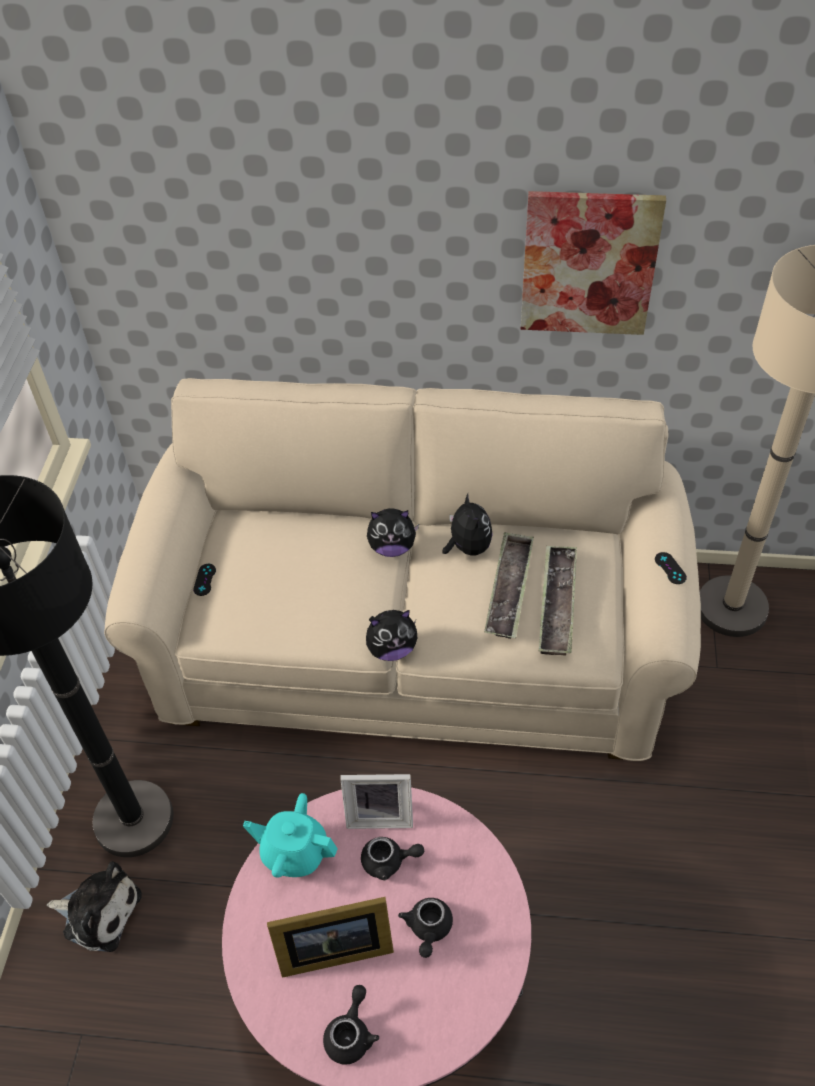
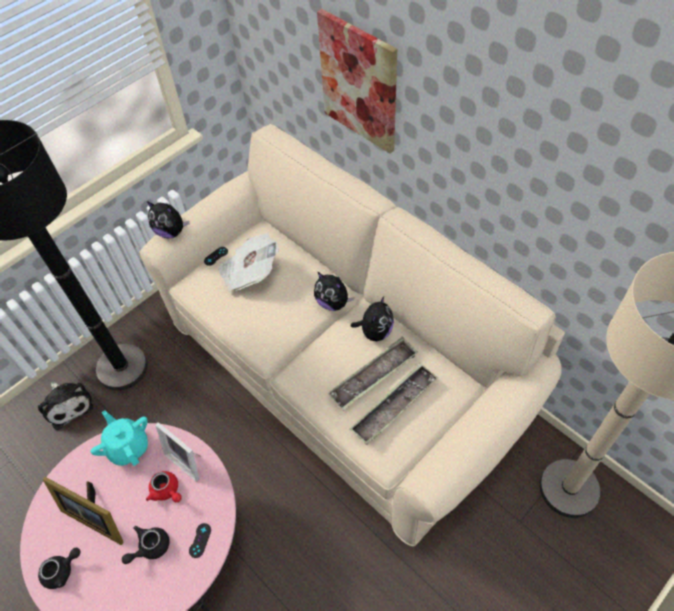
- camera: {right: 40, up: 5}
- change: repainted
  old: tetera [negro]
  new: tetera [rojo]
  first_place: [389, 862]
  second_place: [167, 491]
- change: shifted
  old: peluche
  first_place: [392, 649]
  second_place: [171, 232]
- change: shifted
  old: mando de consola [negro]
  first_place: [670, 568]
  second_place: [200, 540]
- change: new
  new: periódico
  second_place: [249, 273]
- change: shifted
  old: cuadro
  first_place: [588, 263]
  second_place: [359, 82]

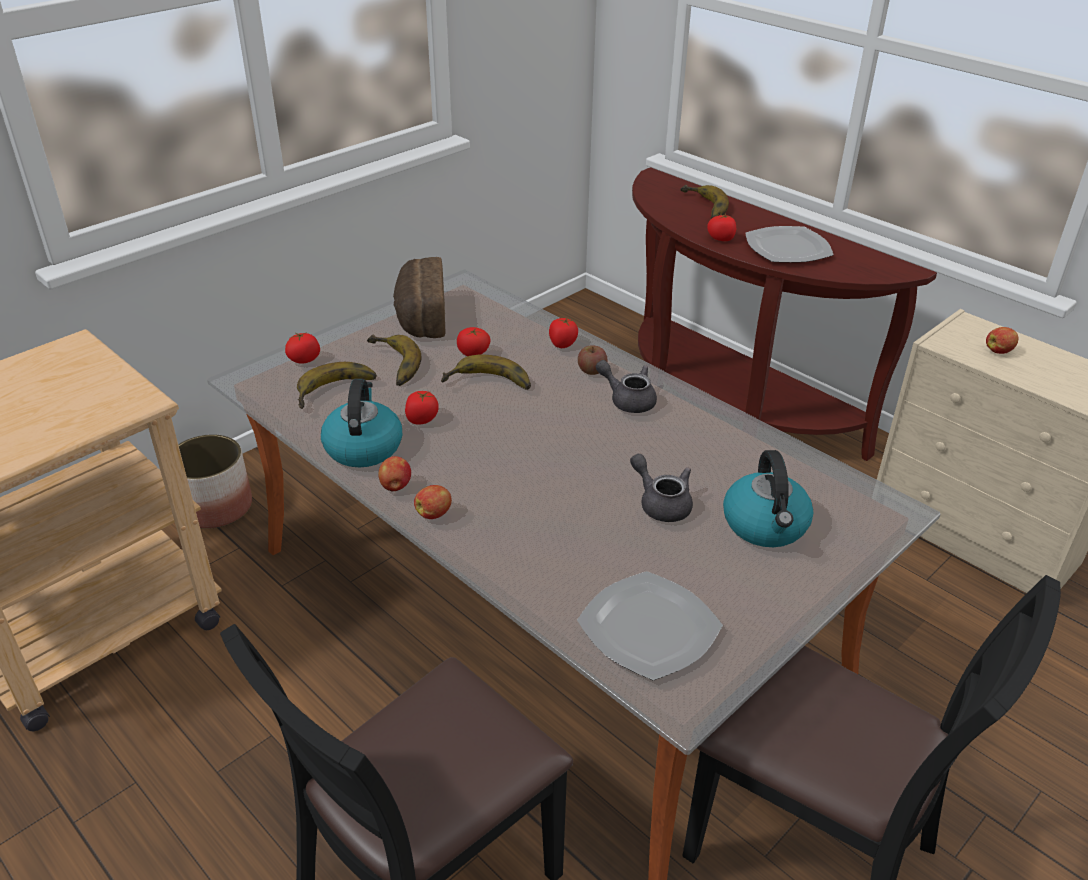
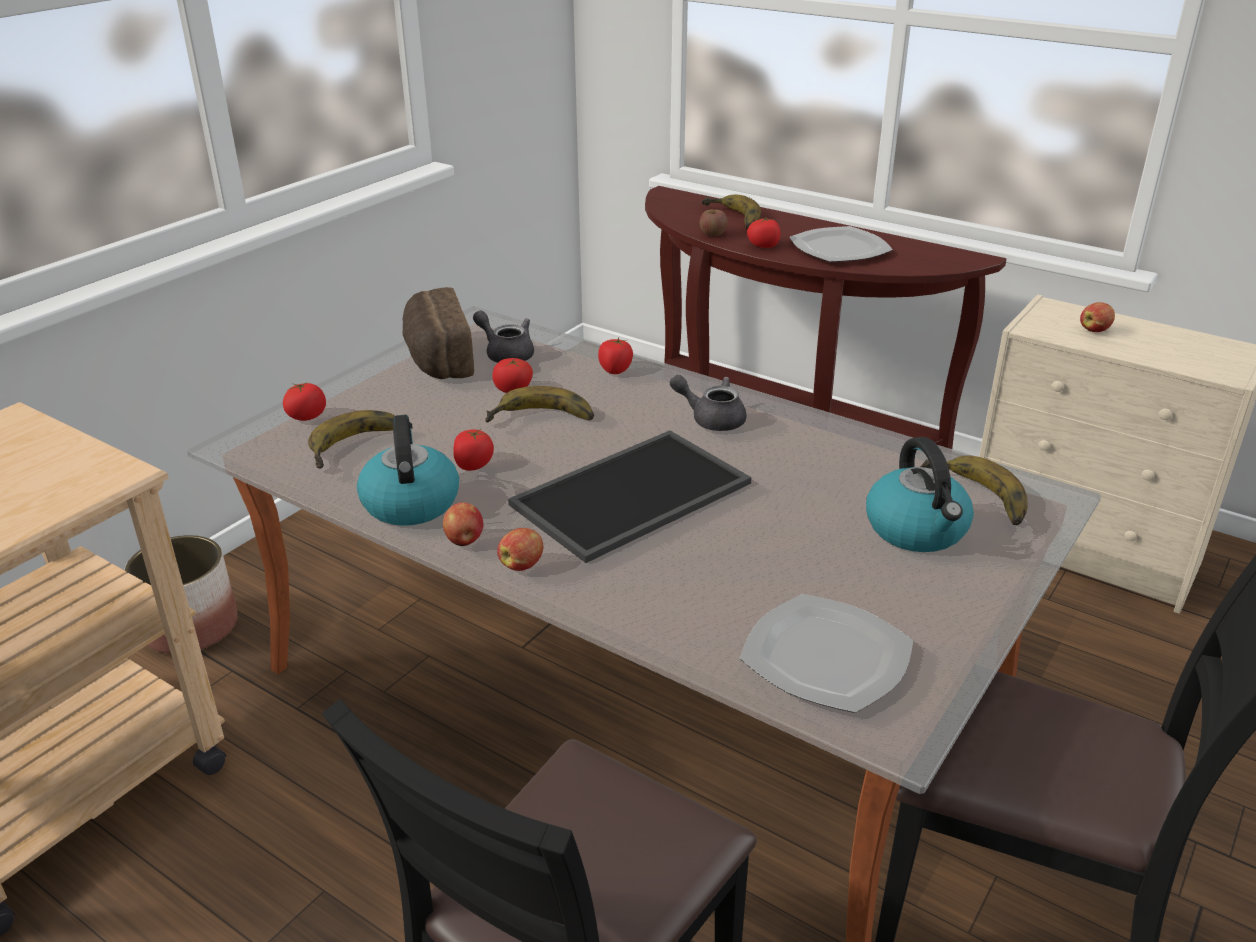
- camera: {right: -10, up: -5}
- change: shifted
  old: tetera [gris]
  first_place: [661, 503]
  second_place: [506, 354]
- change: new
  new: bandeja
  second_place: [632, 496]
- change: shifted
  old: manzana
  first_place: [592, 370]
  second_place: [713, 234]
- change: shifted
  old: plátano
  first_place: [390, 365]
  second_place: [973, 498]

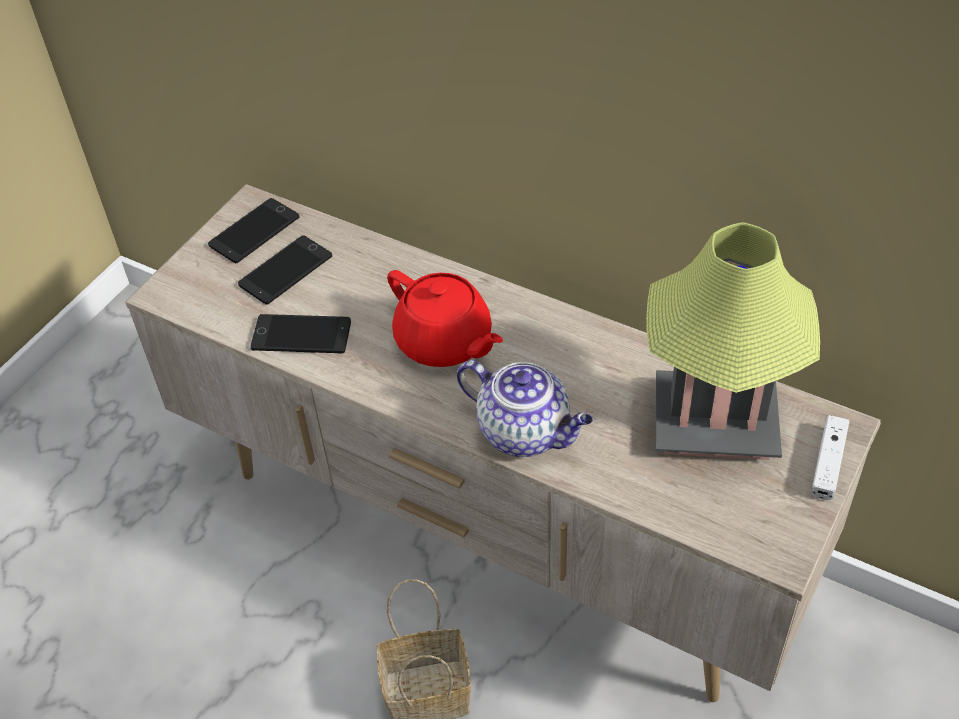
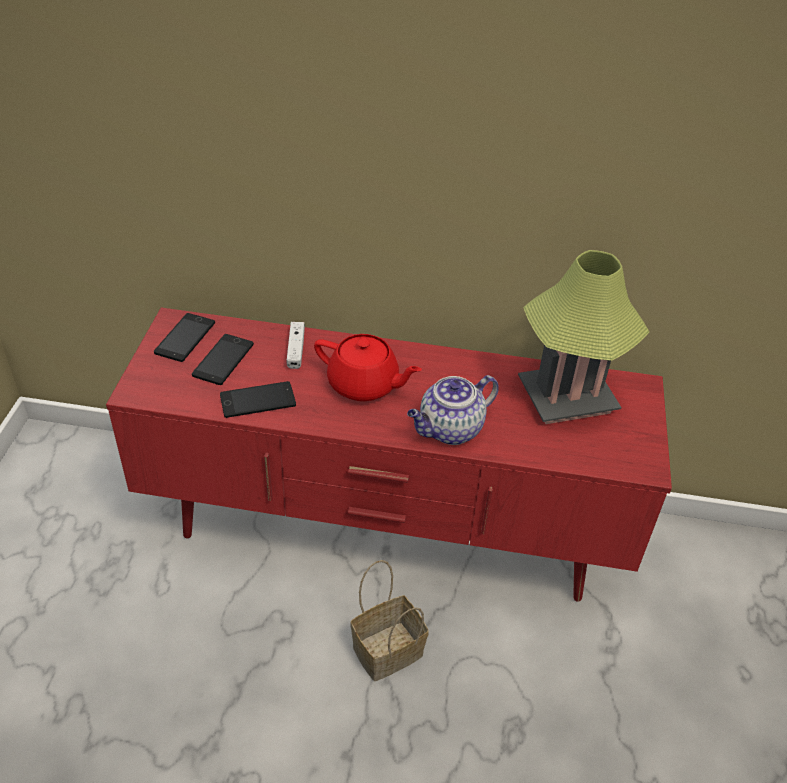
- camera: {right: -25, up: -5}
- change: repainted
  old: mueble de televisión [beis]
  new: mueble de televisión [rojo]
  first_place: [490, 536]
  second_place: [385, 534]
- change: shifted
  old: mando de consola [blanco]
  first_place: [828, 463]
  second_place: [296, 350]
- change: rotated
  old: tetera
  first_place: [526, 432]
  second_place: [450, 430]
  degrees: 135

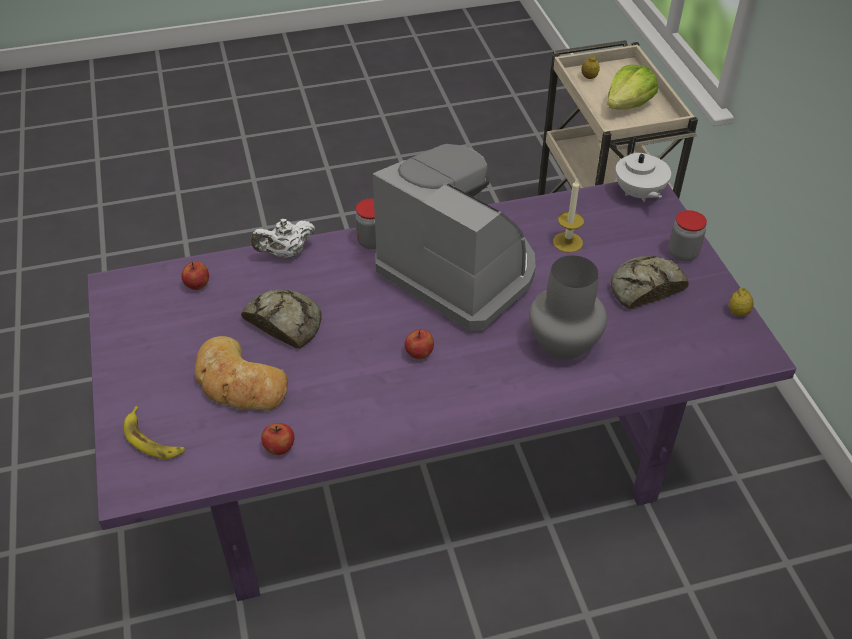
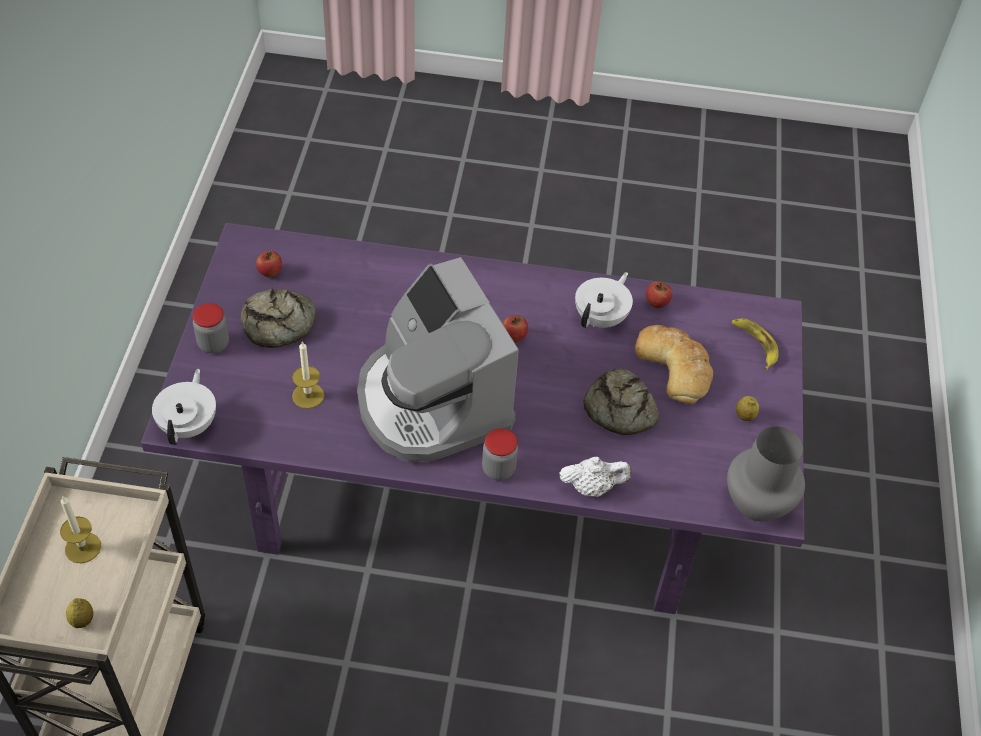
- camera: {right: -160, up: 5}
- change: swapped
  old: lechuga
  new: vela
  first_place: [628, 105]
  second_place: [83, 547]
- change: shifted
  old: manzana
  first_place: [197, 285]
  second_place: [270, 273]
- change: new
  new: tetera [blanco]
  second_place: [601, 318]
- change: shifted
  old: florero [gris]
  first_place: [564, 342]
  second_place: [756, 503]
- change: shifted
  old: limón
  first_place: [738, 312]
  second_place: [744, 416]

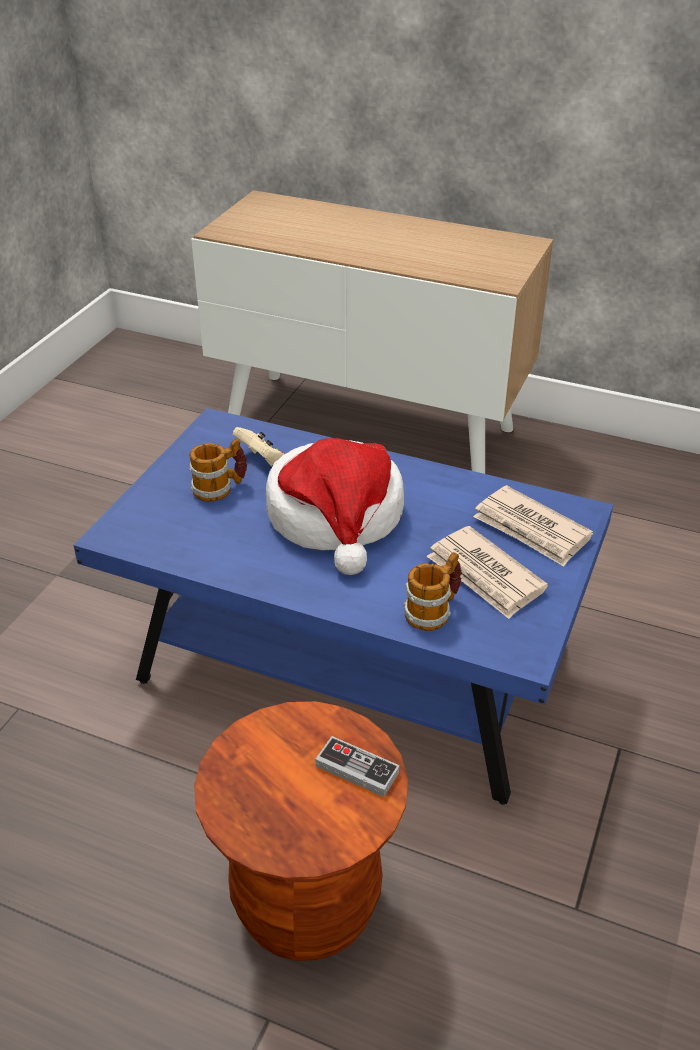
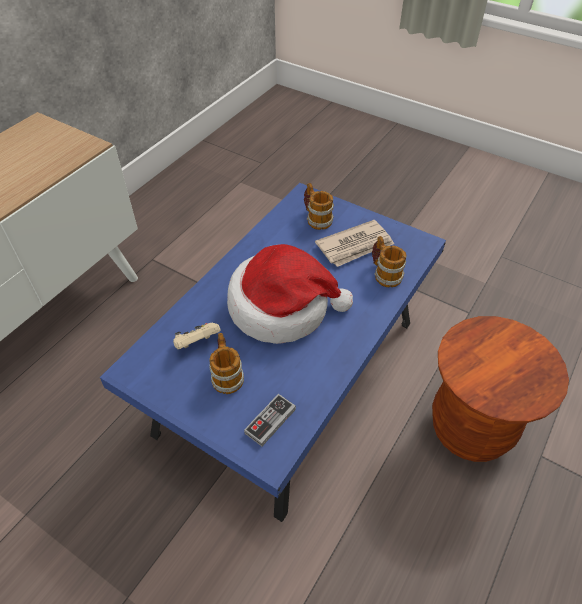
- camera: {right: -80, up: 10}
- change: shifted
  old: mando de consola
  first_place: [357, 769]
  second_place: [270, 421]
- change: swapped
  old: periódico
  new: taza grande
  first_place: [531, 529]
  second_place: [316, 218]

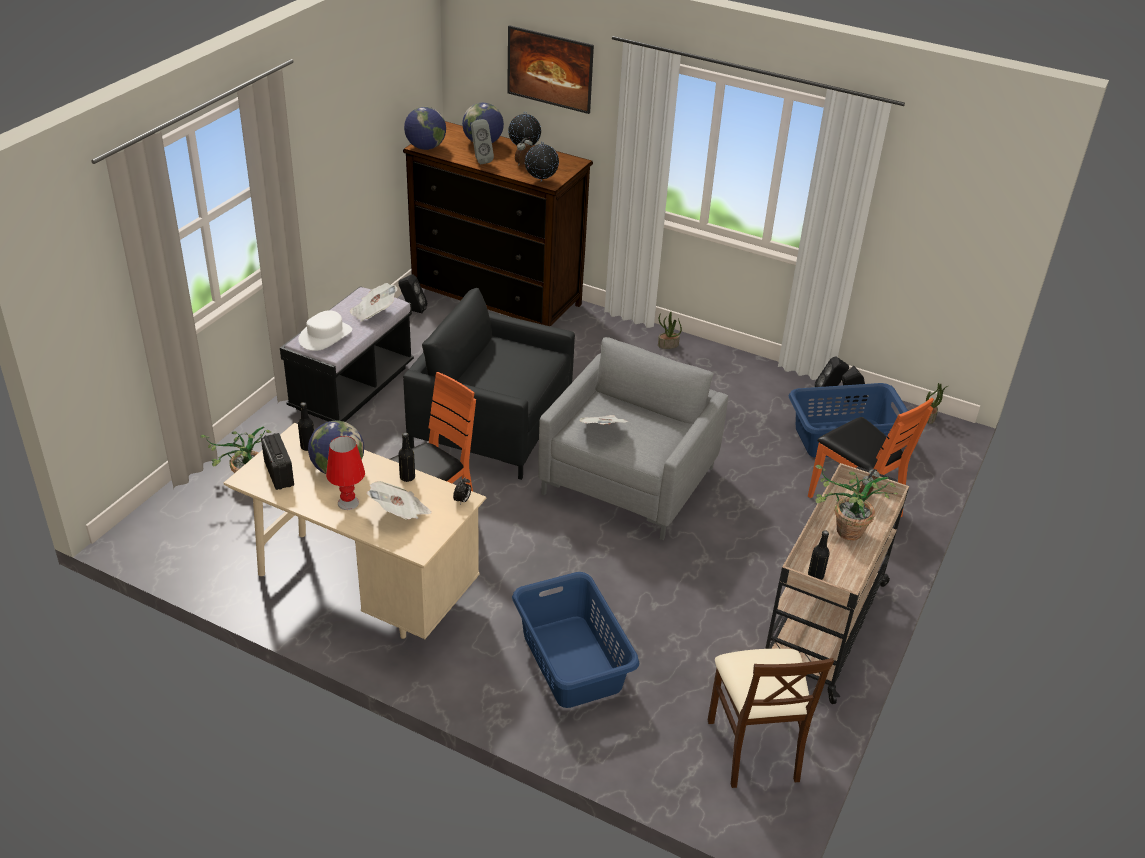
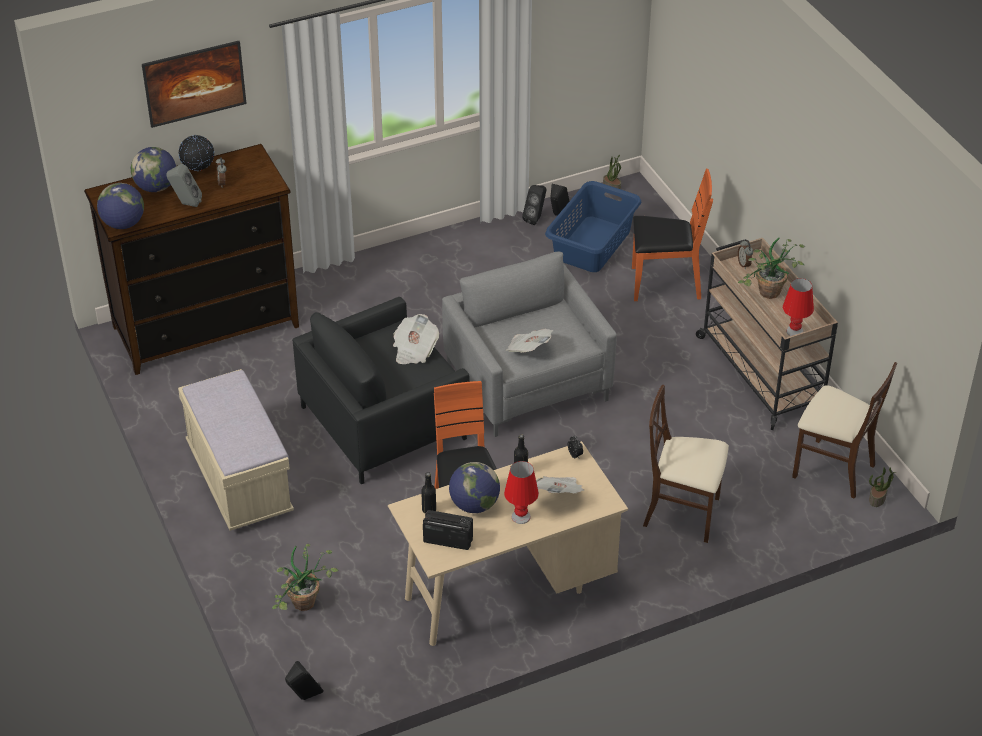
- camera: {right: -50, up: 5}
- change: repainted
  old: banco [negro]
  new: banco [beis]
  first_place: [352, 388]
  second_place: [239, 480]
- change: shifted
  old: altavoz [negro]
  first_place: [413, 310]
  second_place: [304, 697]
- change: shifted
  old: periódico
  first_place: [374, 312]
  second_place: [414, 350]
- change: swapped
  old: cesto de la ropa [azul]
  new: silla [beis]
  first_place: [572, 660]
  second_place: [682, 513]
- change: swapped
  old: botella [negro]
  new: lámpara de mesa [rojo]
  first_place: [815, 575]
  second_place: [794, 331]
- change: shifted
  old: planta en maceta
  first_place: [668, 345]
  second_place: [877, 498]
- change: gone
  old: sombrero [blanco]
  first_place: [325, 336]
- change: gone
  old: globo terráqueo
  first_place: [541, 181]

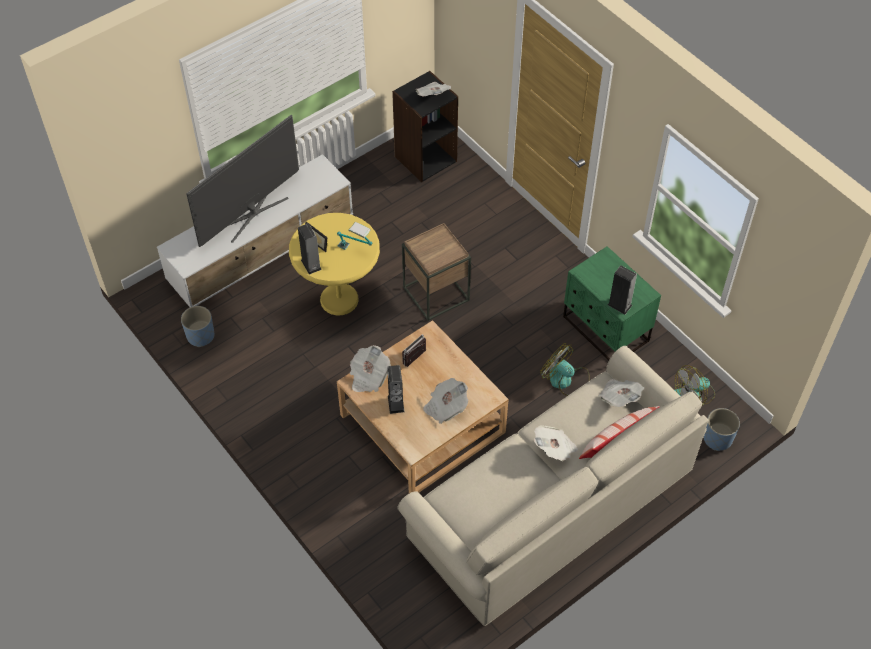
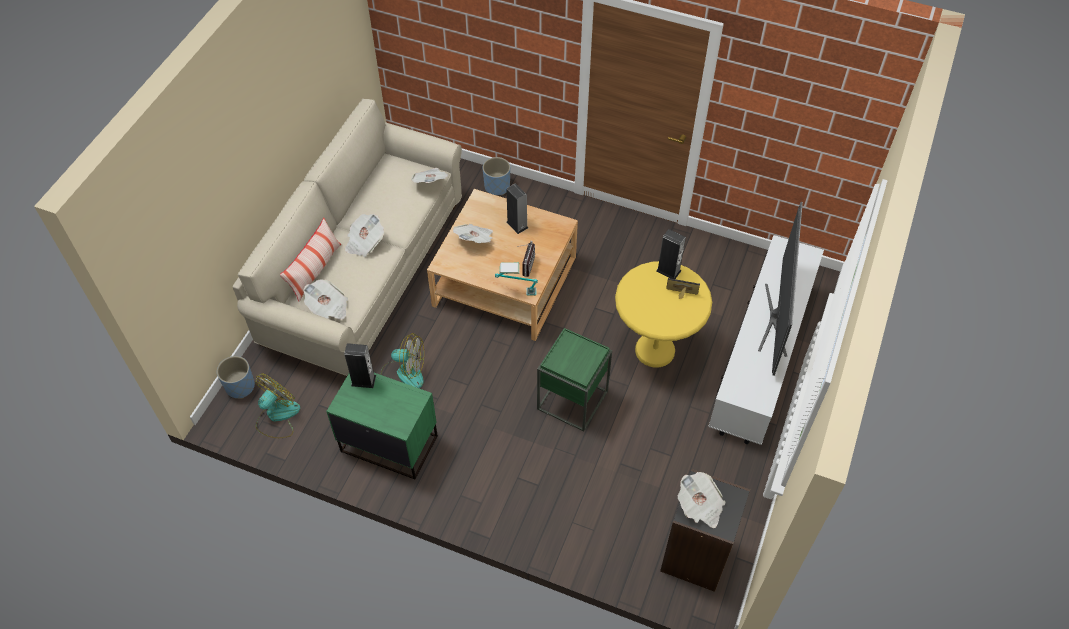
- camera: {right: 150, up: 0}
- change: shifted
  old: periódico
  first_place: [368, 376]
  second_place: [430, 182]
- change: shifted
  old: maceta [azul]
  first_place: [200, 336]
  second_place: [497, 186]
- change: shifted
  old: lámpara de mesa
  first_place: [355, 251]
  second_place: [516, 291]
- change: repainted
  old: mesa auxiliar [marrón]
  new: mesa auxiliar [verde]
  first_place: [436, 293]
  second_place: [572, 400]

